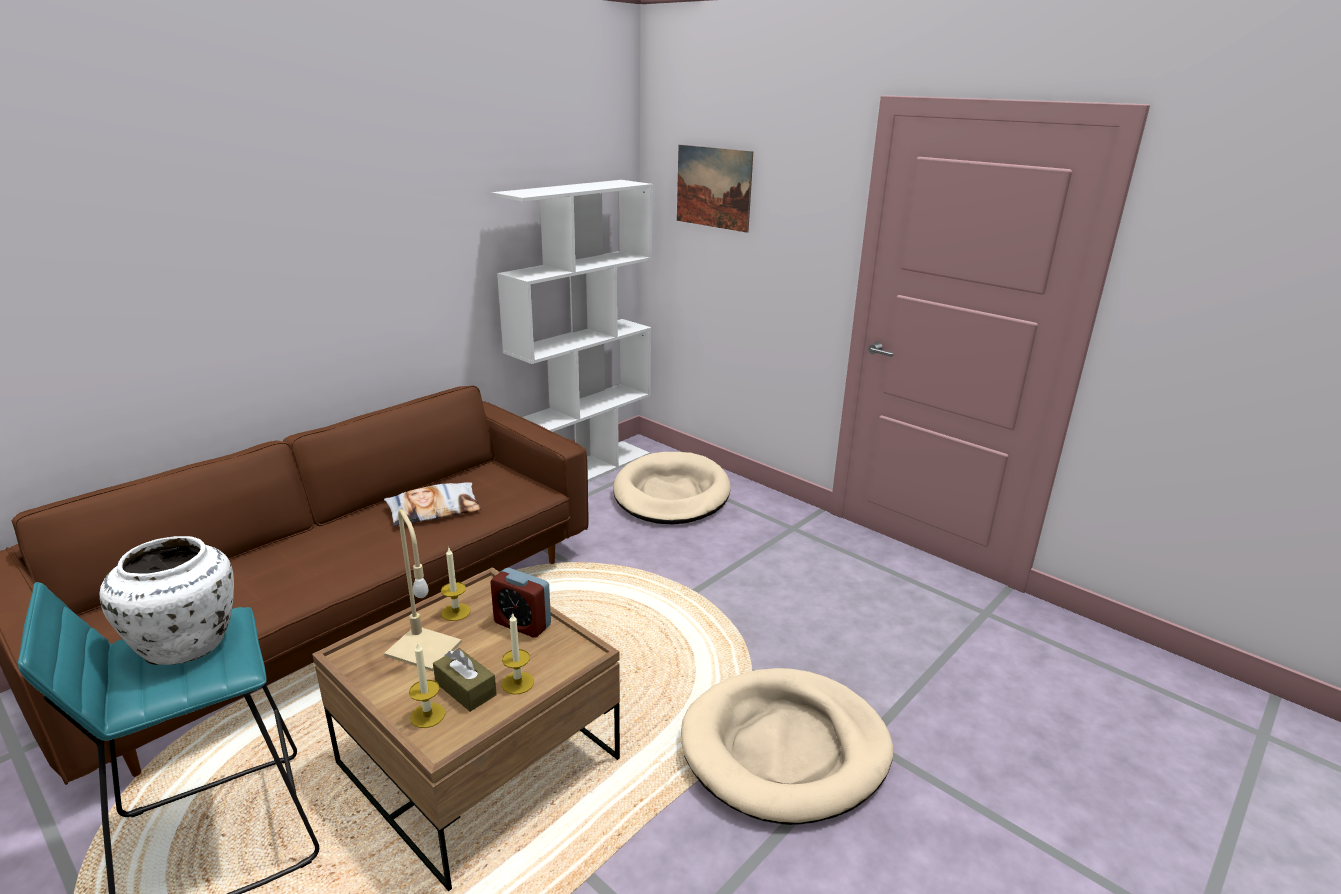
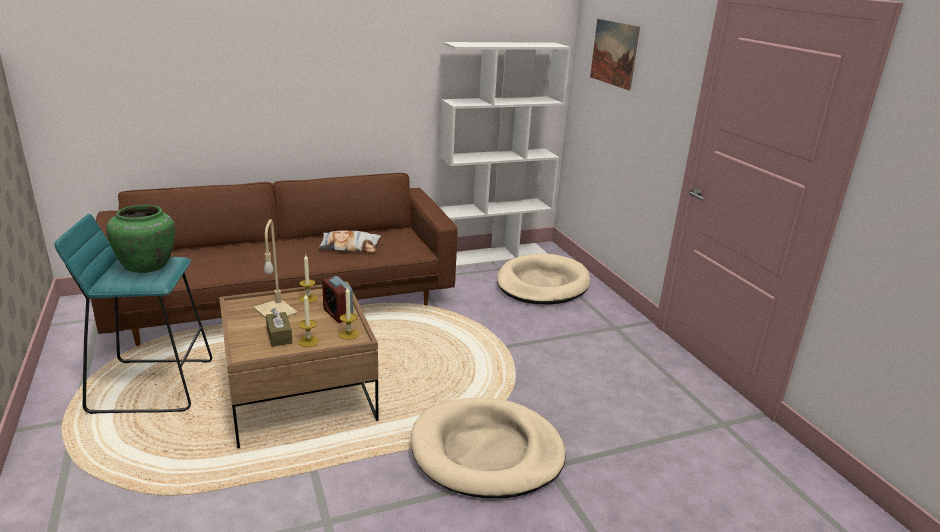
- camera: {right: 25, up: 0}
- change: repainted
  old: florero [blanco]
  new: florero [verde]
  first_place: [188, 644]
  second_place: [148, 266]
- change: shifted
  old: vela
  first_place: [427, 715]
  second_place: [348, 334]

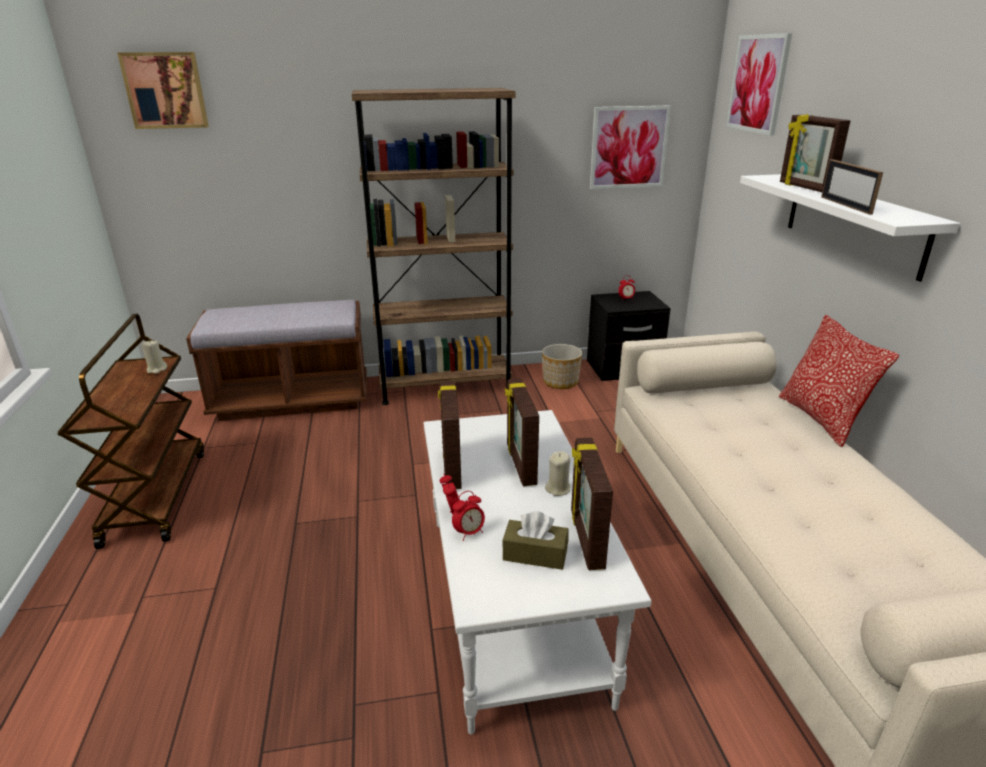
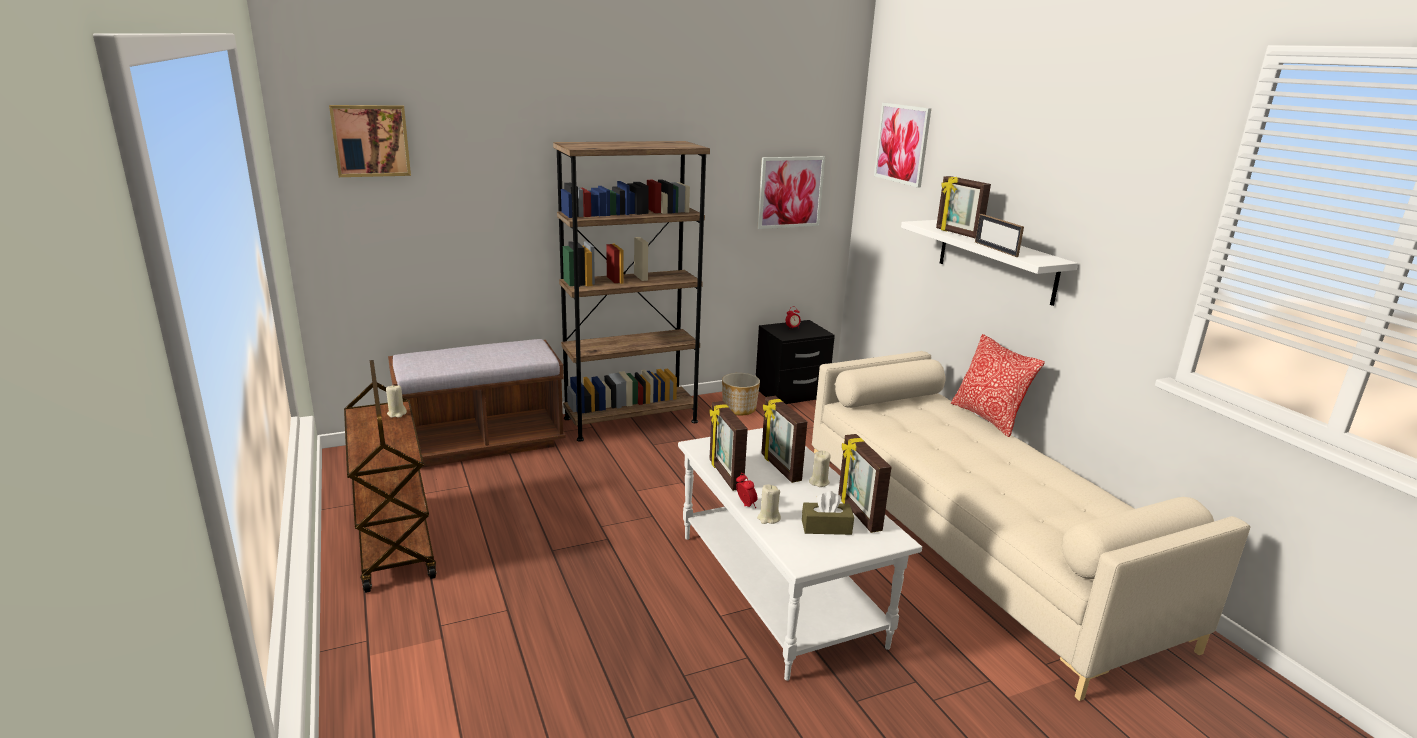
- camera: {right: -15, up: -5}
- change: swapped
  old: despertador
  new: vela [beis]
  first_place: [469, 533]
  second_place: [768, 518]

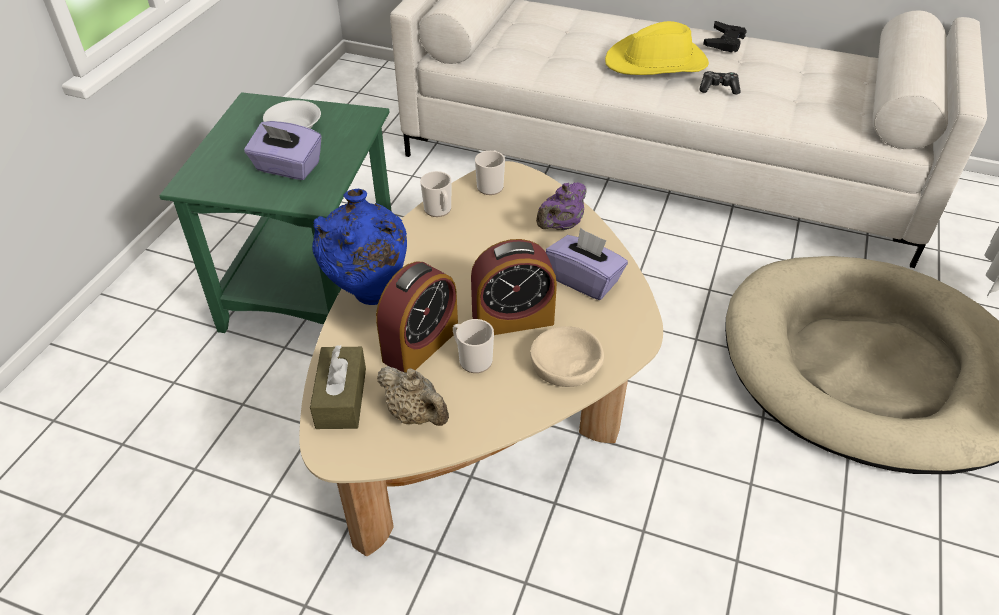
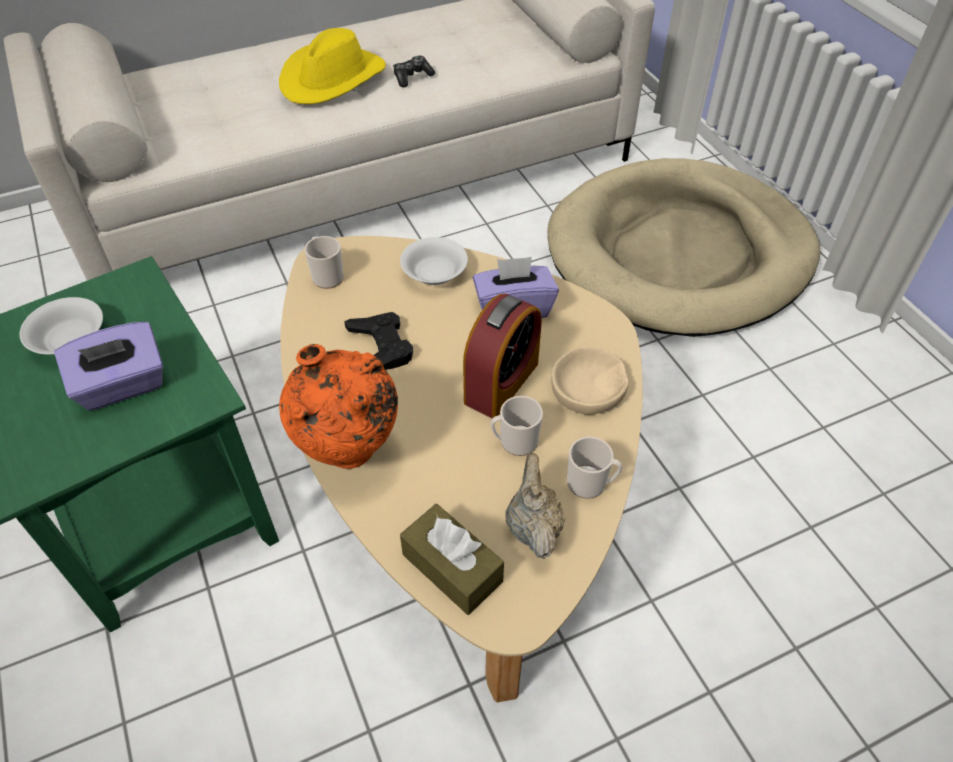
- camera: {right: -45, up: 5}
- change: repainted
  old: florero [azul]
  new: florero [naranja]
  first_place: [369, 296]
  second_place: [350, 457]
- change: shifted
  old: mando de consola [negro]
  first_place: [724, 41]
  second_place: [381, 347]
- change: swapped
  old: tetera [morado]
  new: cuenco [blanco]
  first_place: [561, 225]
  second_place: [435, 273]
- change: rotated
  old: tetera [beis]
  first_place: [416, 414]
  second_place: [533, 526]
  degrees: -90
- change: shifted
  old: taza grande
  first_place: [439, 210]
  second_place: [590, 483]
- change: gone
  old: despertador
  first_place: [420, 345]

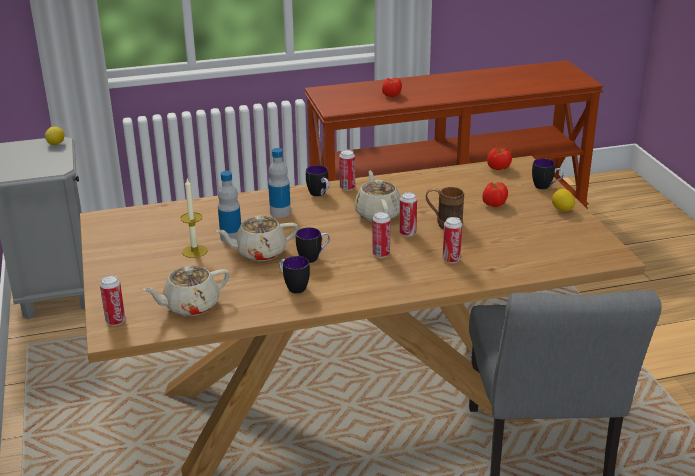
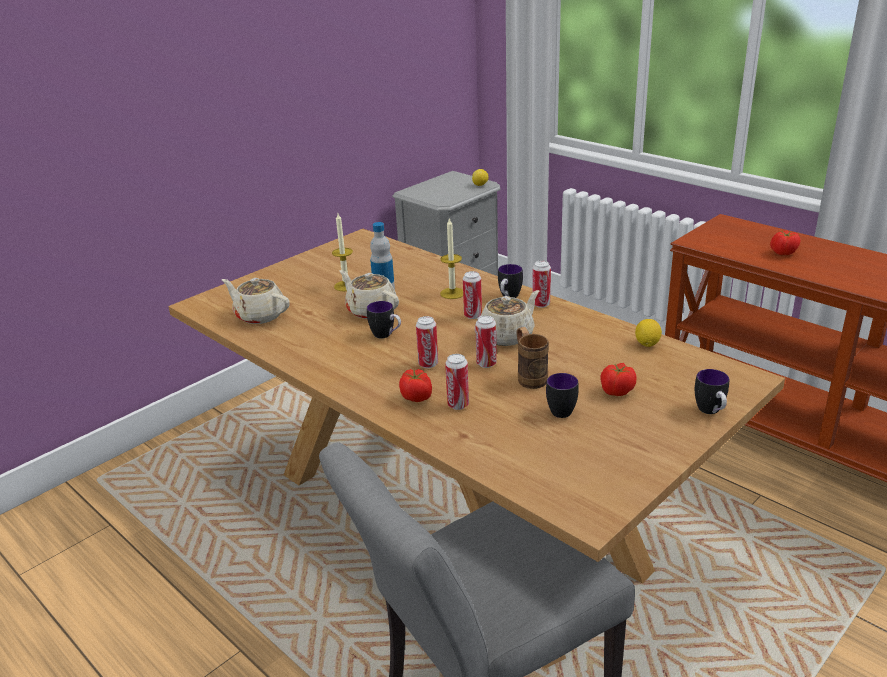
- camera: {right: 60, up: 0}
- change: shifted
  old: tomate
  first_place: [498, 168]
  second_place: [416, 397]
- change: swapped
  old: botella
  new: vela
  first_place: [280, 212]
  second_place: [452, 293]
- change: shifted
  old: lata
  first_place: [115, 321]
  second_place: [473, 315]
- change: shifted
  old: taza grande
  first_place: [293, 287]
  second_place: [562, 409]
- change: shifted
  old: limón
  first_place: [562, 209]
  second_place: [647, 344]

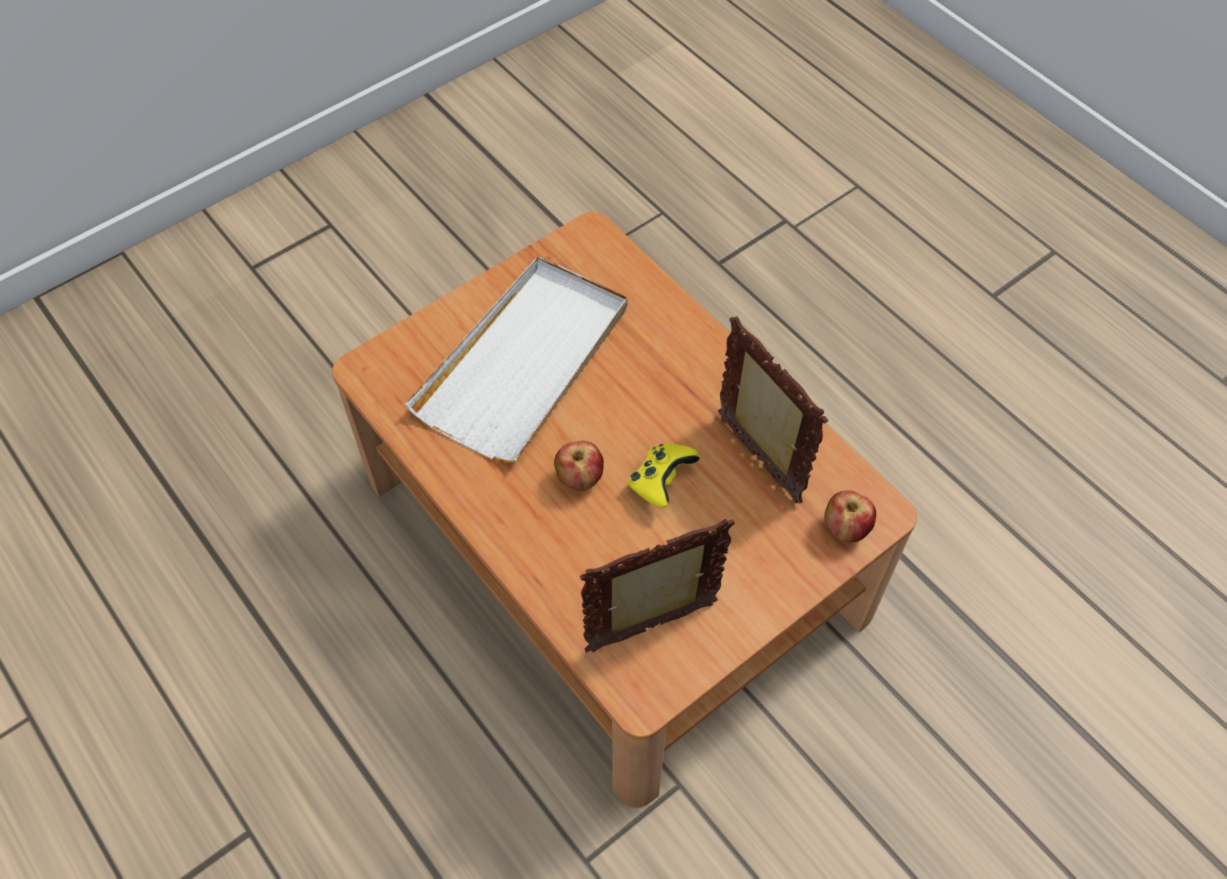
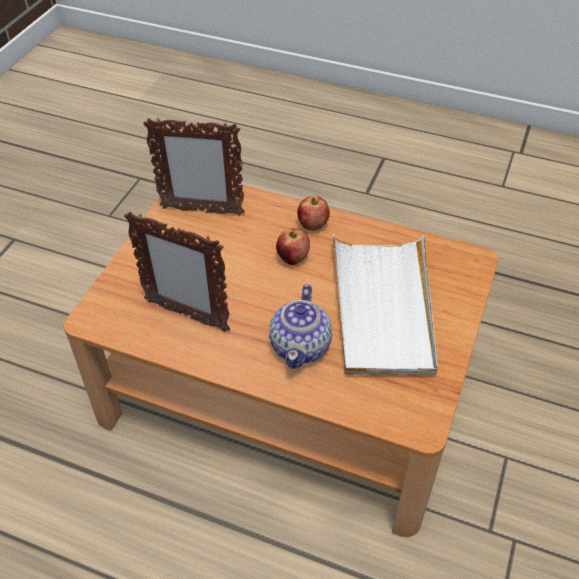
- camera: {right: 150, up: -10}
- change: rotated
  old: portarretratos
  first_place: [653, 628]
  second_place: [201, 211]
  degrees: 60
- change: new
  new: tetera
  second_place: [301, 346]
- change: shifted
  old: manzana
  first_place: [845, 529]
  second_place: [312, 225]
- change: gone
  old: mando de consola [amarillo]
  first_place: [661, 482]

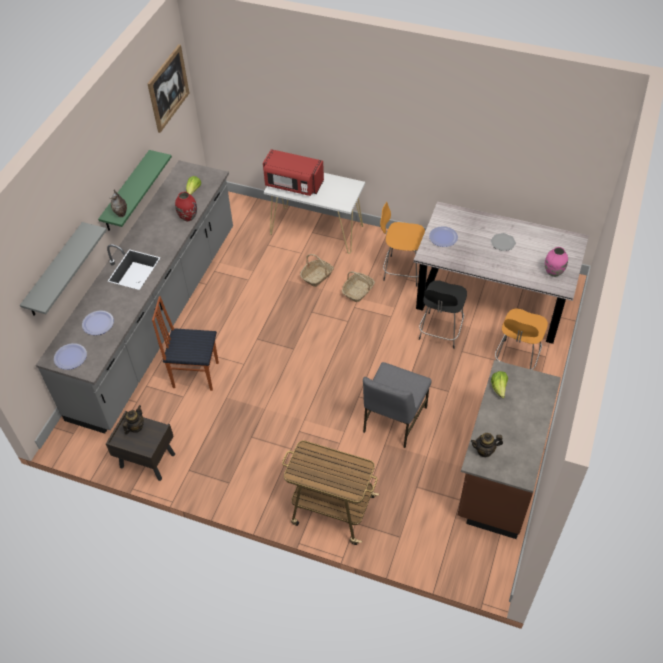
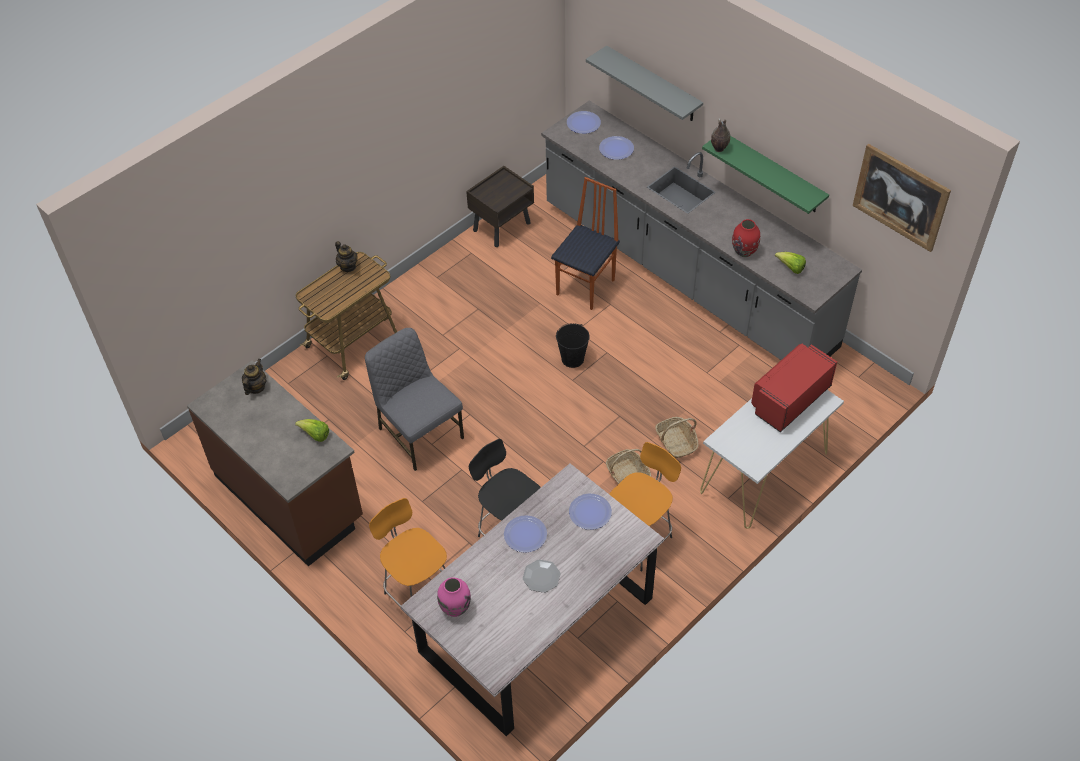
- camera: {right: 115, up: 0}
- change: shifted
  old: tetera
  first_place: [135, 427]
  second_place: [348, 266]
- change: new
  new: plato
  second_place: [525, 534]
- change: new
  new: cubo [negro]
  second_place: [573, 359]

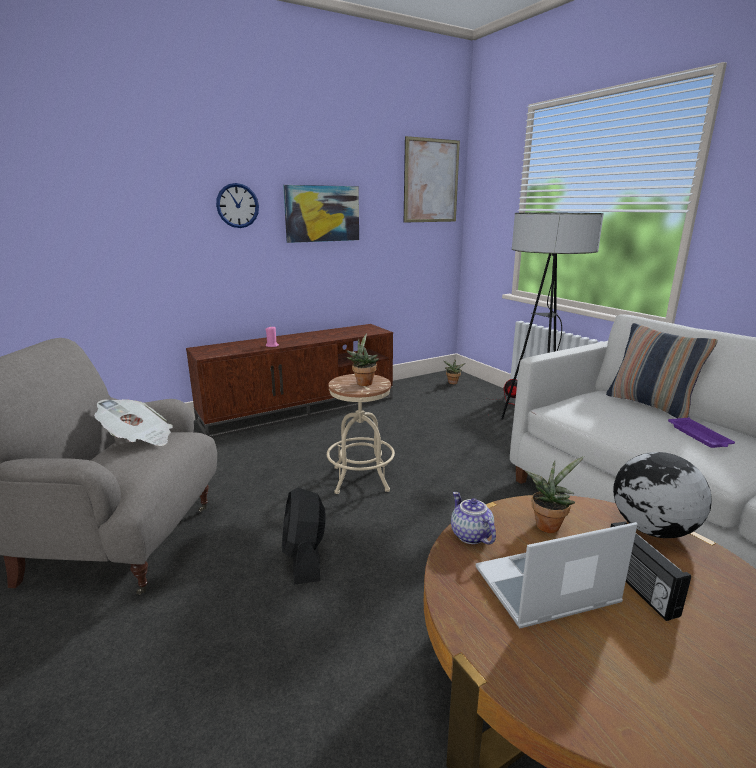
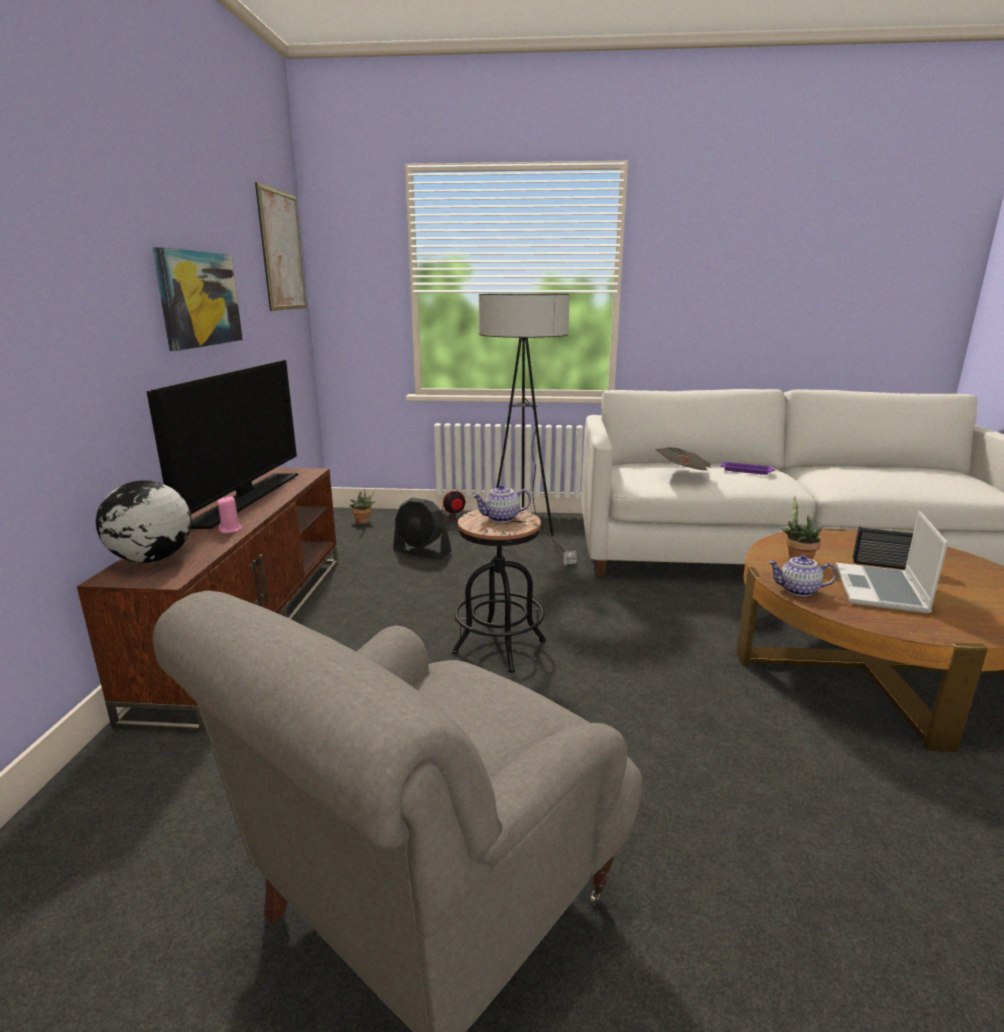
- camera: {right: -55, up: 0}
- change: shifted
  old: globo terráqueo
  first_place: [651, 529]
  second_place: [151, 559]
- change: new
  new: televisor
  second_place: [245, 499]
- change: shifted
  old: ventilador [negro]
  first_place: [305, 558]
  second_place: [422, 551]
- change: repainted
  old: taburete [beis]
  new: taburete [negro]
  first_place: [361, 479]
  second_place: [499, 647]
- change: swapped
  old: planta en maceta
  new: tetera
  first_place: [363, 382]
  second_place: [501, 518]
- change: shifted
  old: periódico
  first_place: [139, 439]
  second_place: [684, 474]
- change: gone
  old: reloj de pared
  first_place: [237, 205]
- change: gone
  old: cojín
  first_place: [650, 405]

